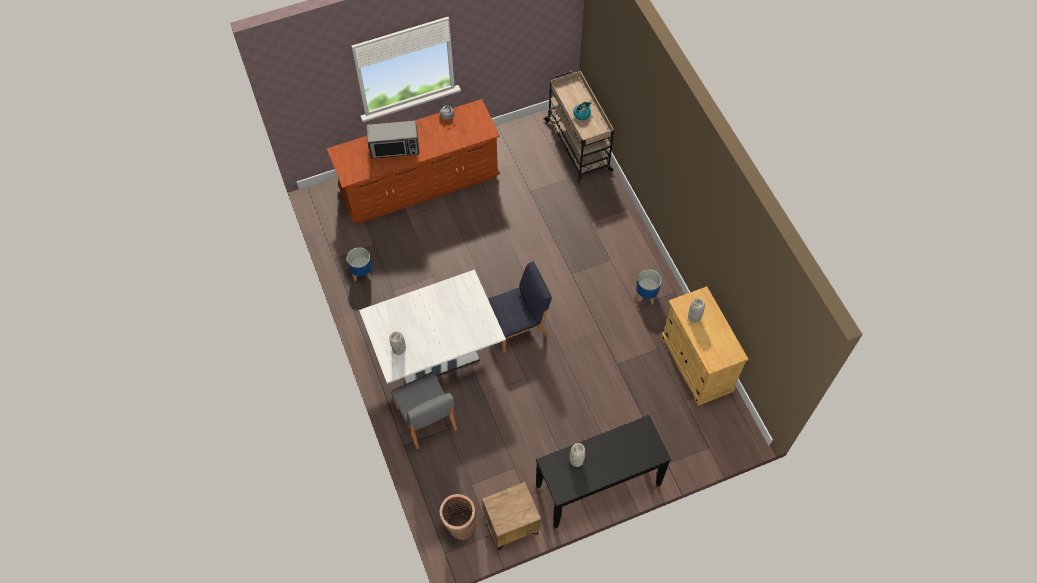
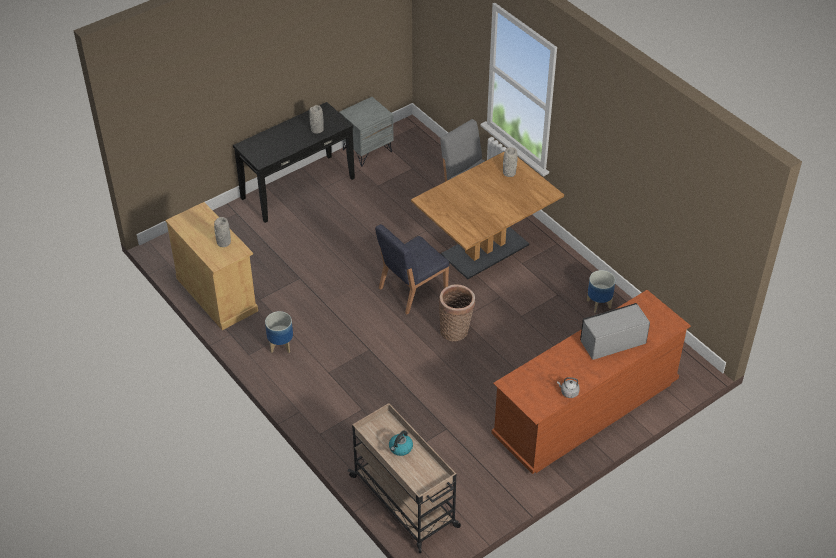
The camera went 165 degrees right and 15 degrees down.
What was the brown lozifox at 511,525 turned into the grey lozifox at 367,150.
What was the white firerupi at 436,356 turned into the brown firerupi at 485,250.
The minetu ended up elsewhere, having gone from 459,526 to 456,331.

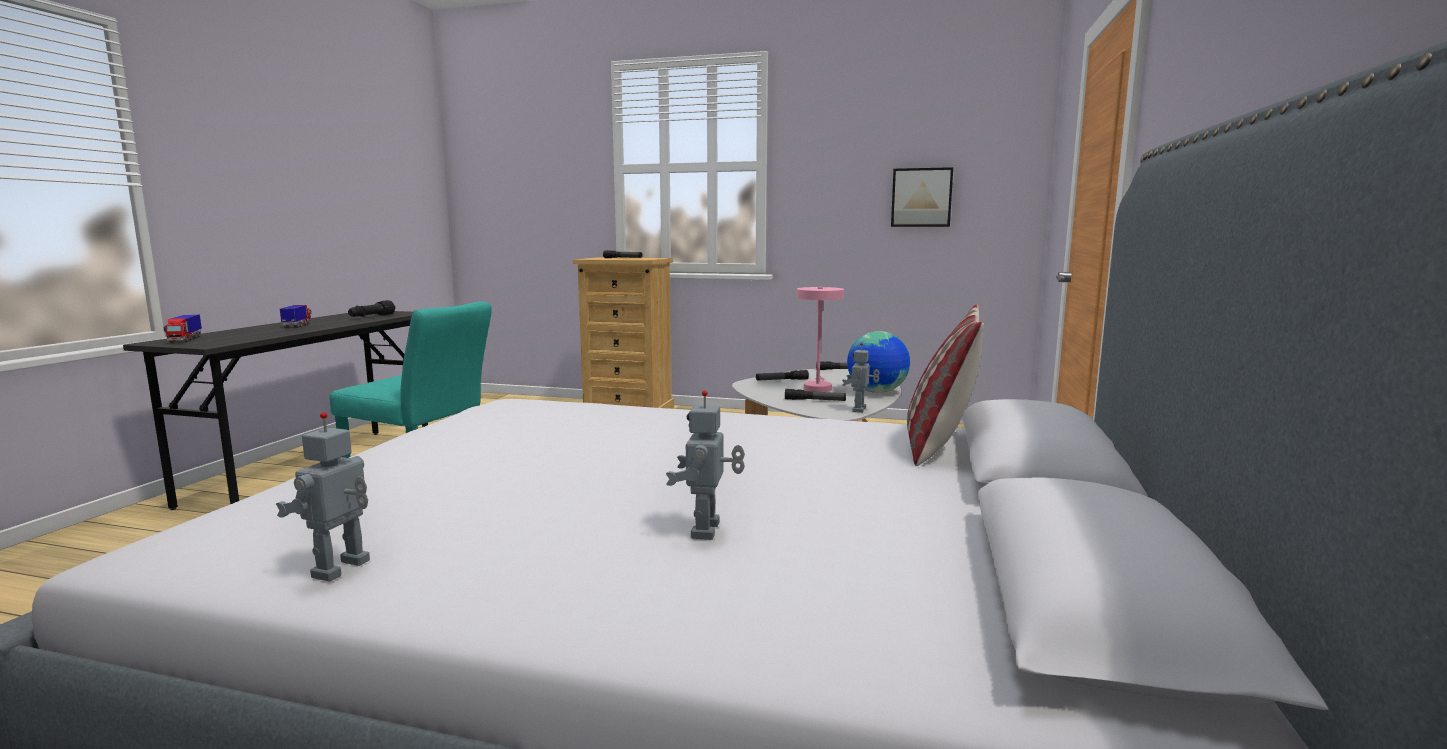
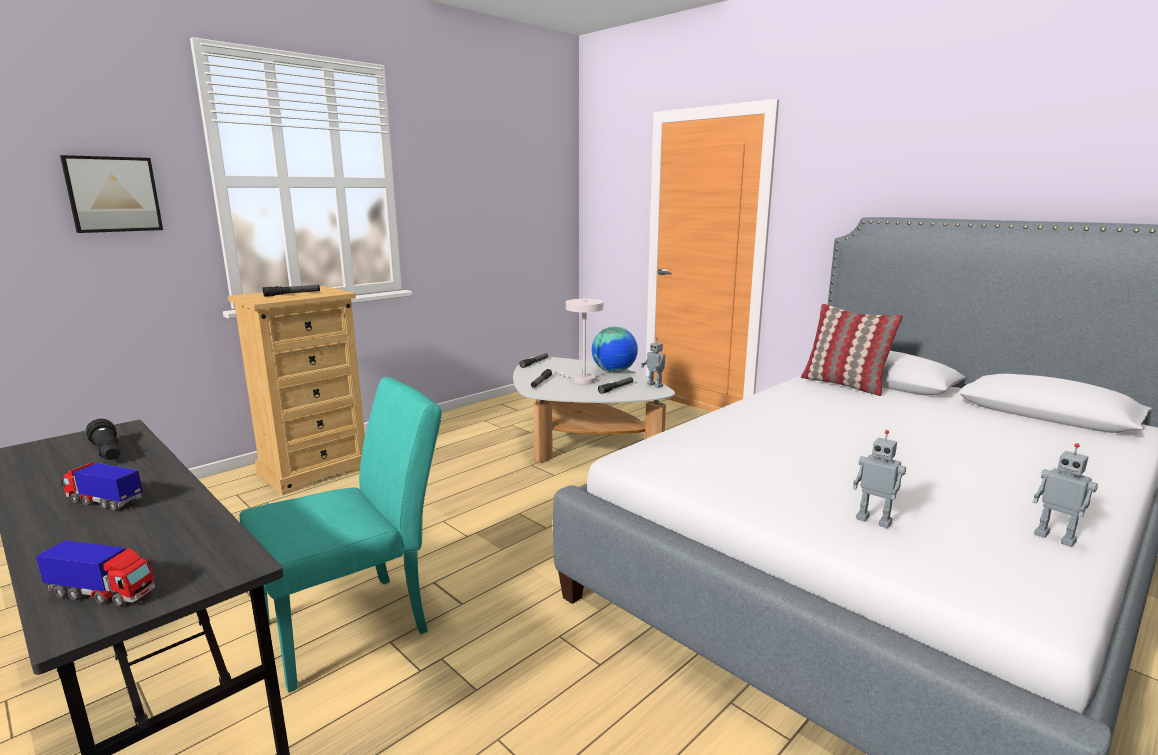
The camera went 60 degrees left and 5 degrees up.
The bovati ended up elsewhere, having gone from 921,197 to 113,194.
What was the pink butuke at 817,388 turned into the white butuke at 580,380.
The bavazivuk ended up elsewhere, having gone from 708,530 to 874,520.

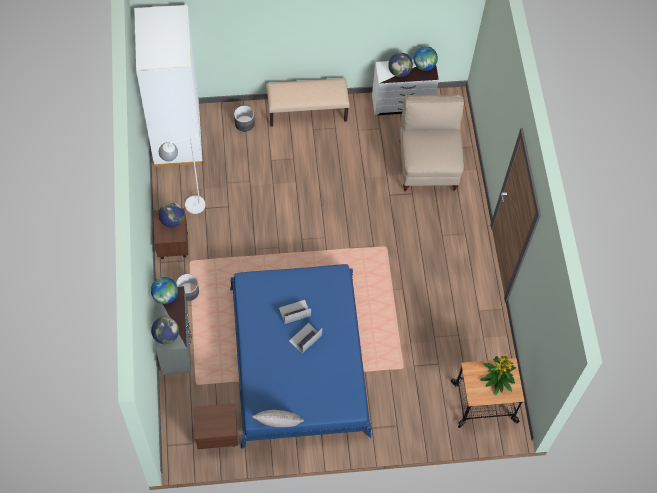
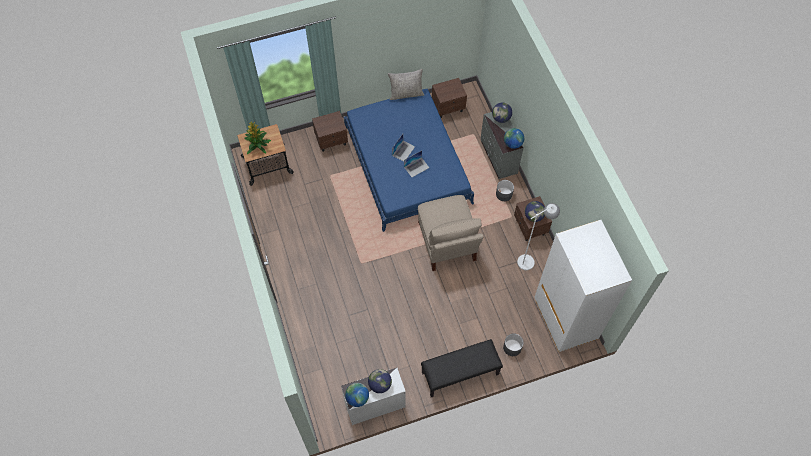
The camera went 170 degrees right and 0 degrees up.
The second view gained the brown lozifox at 332,140.
The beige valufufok ended up elsewhere, having gone from 427,165 to 447,244.
What was the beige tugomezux at 307,111 turned into the black tugomezux at 460,374.

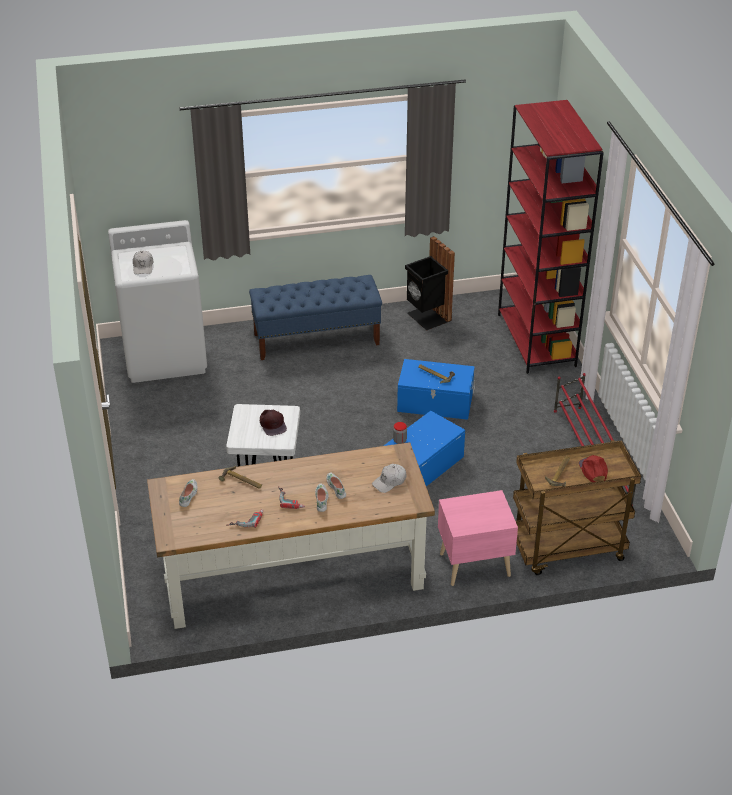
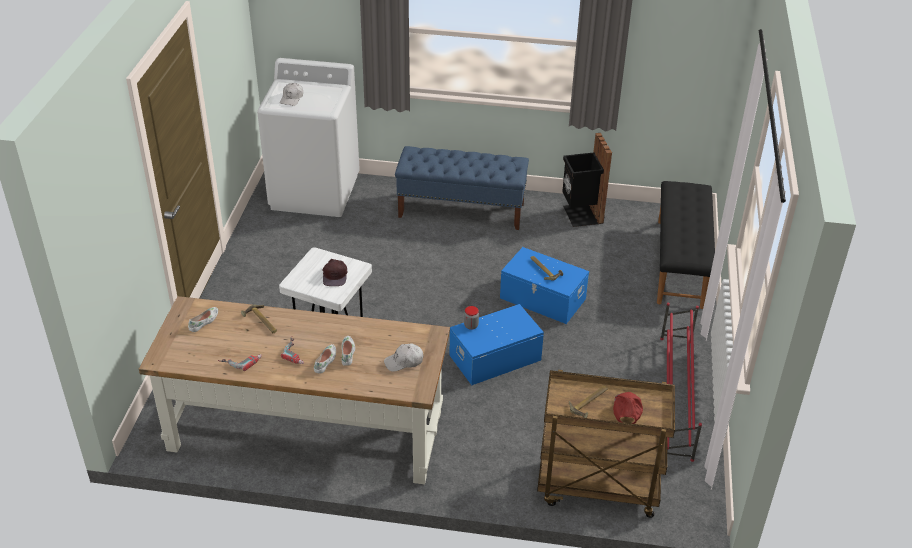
The camera went 20 degrees right and 0 degrees up.
Where the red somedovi stood at 537,340, the black tugomezux came to stand at 681,263.
The second view lost the pink lozifox at 473,564.

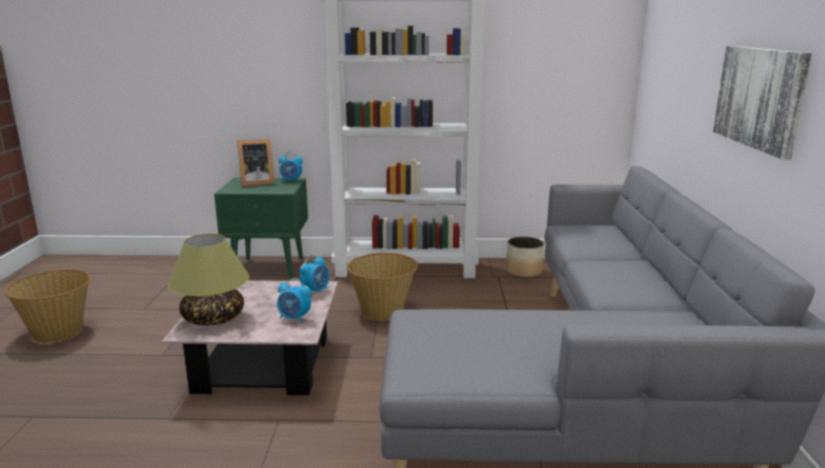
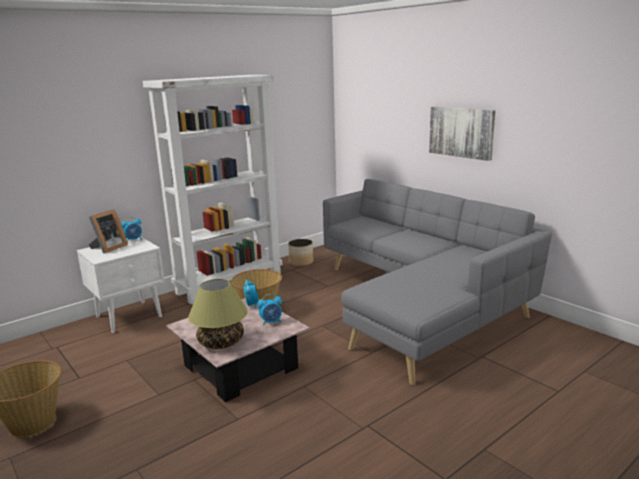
The camera went 40 degrees left and 0 degrees up.
What was the green lozifox at 269,268 turned into the white lozifox at 130,316.

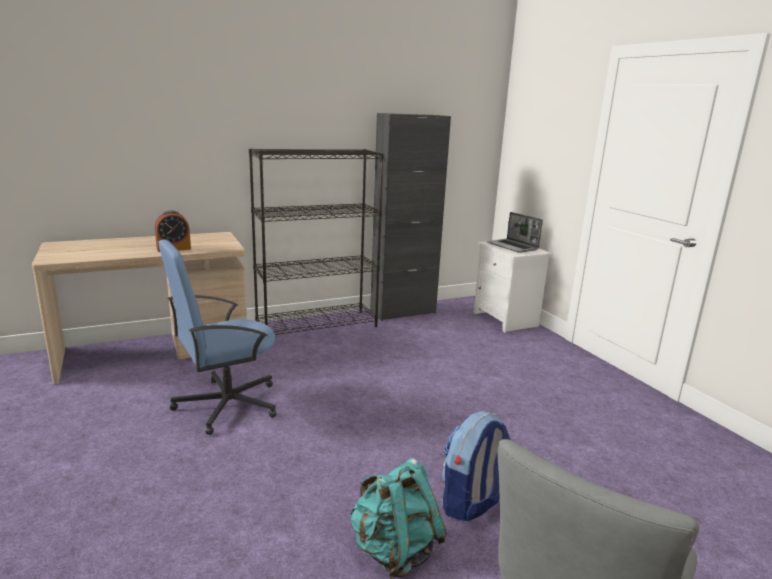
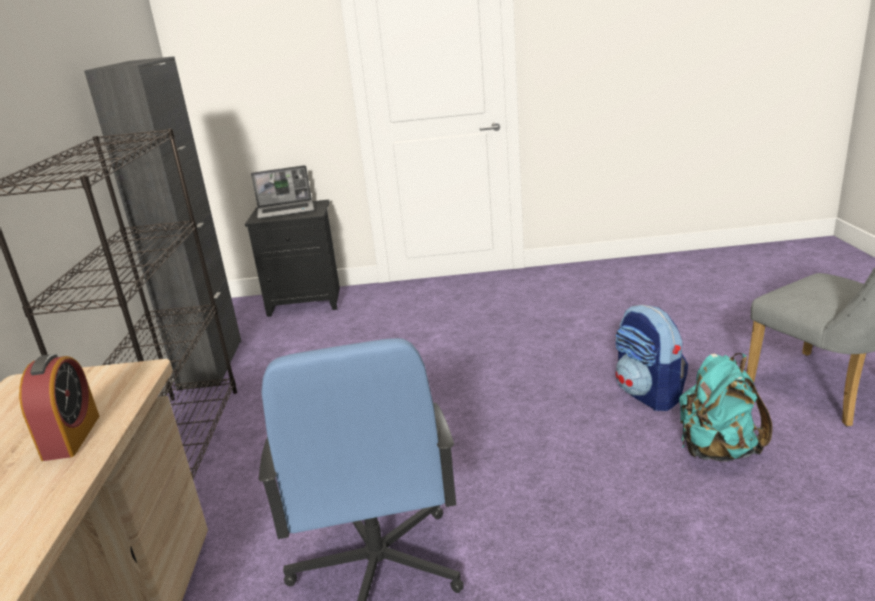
The camera went 65 degrees left and 5 degrees up.
What was the white lozifox at 507,320 turned into the black lozifox at 307,301.

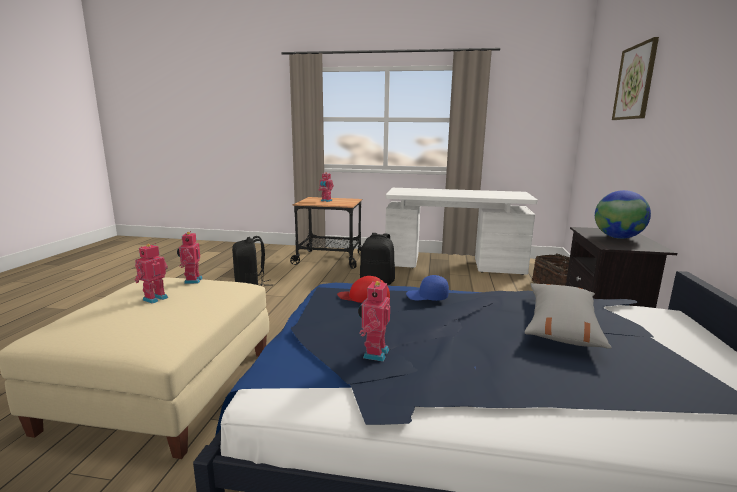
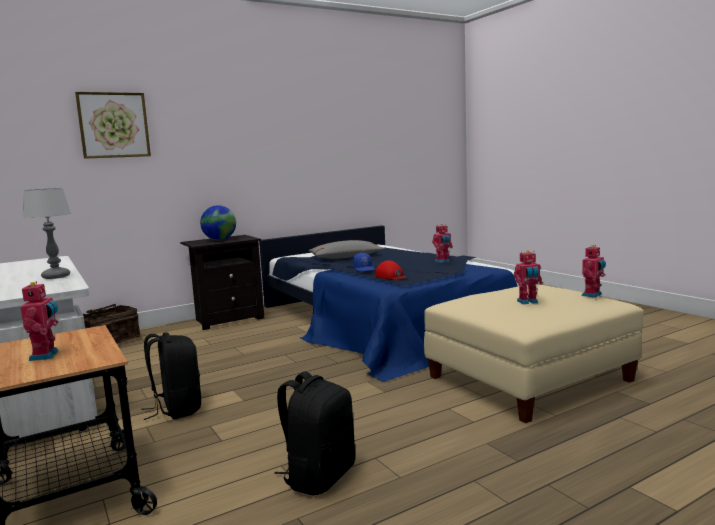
The camera went 130 degrees left and 5 degrees down.
The second view gained the butuke at 55,276.
The bavazivuk ended up elsewhere, having gone from 192,281 to 593,295.

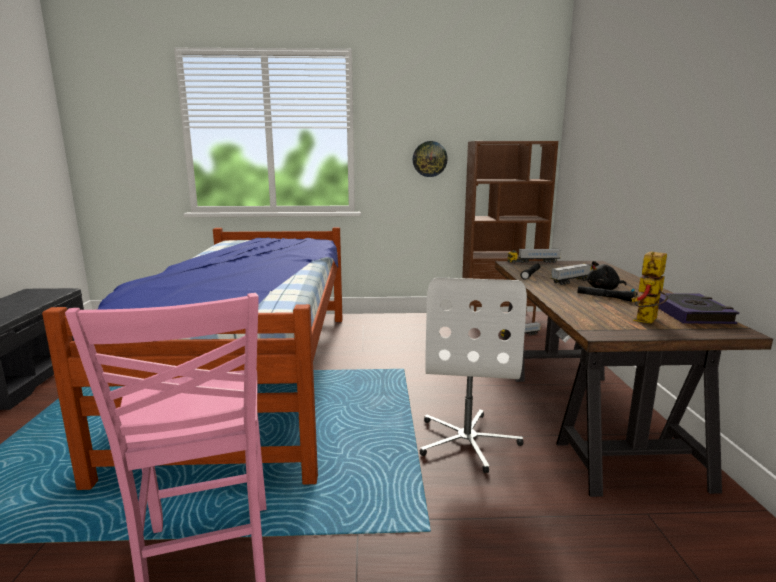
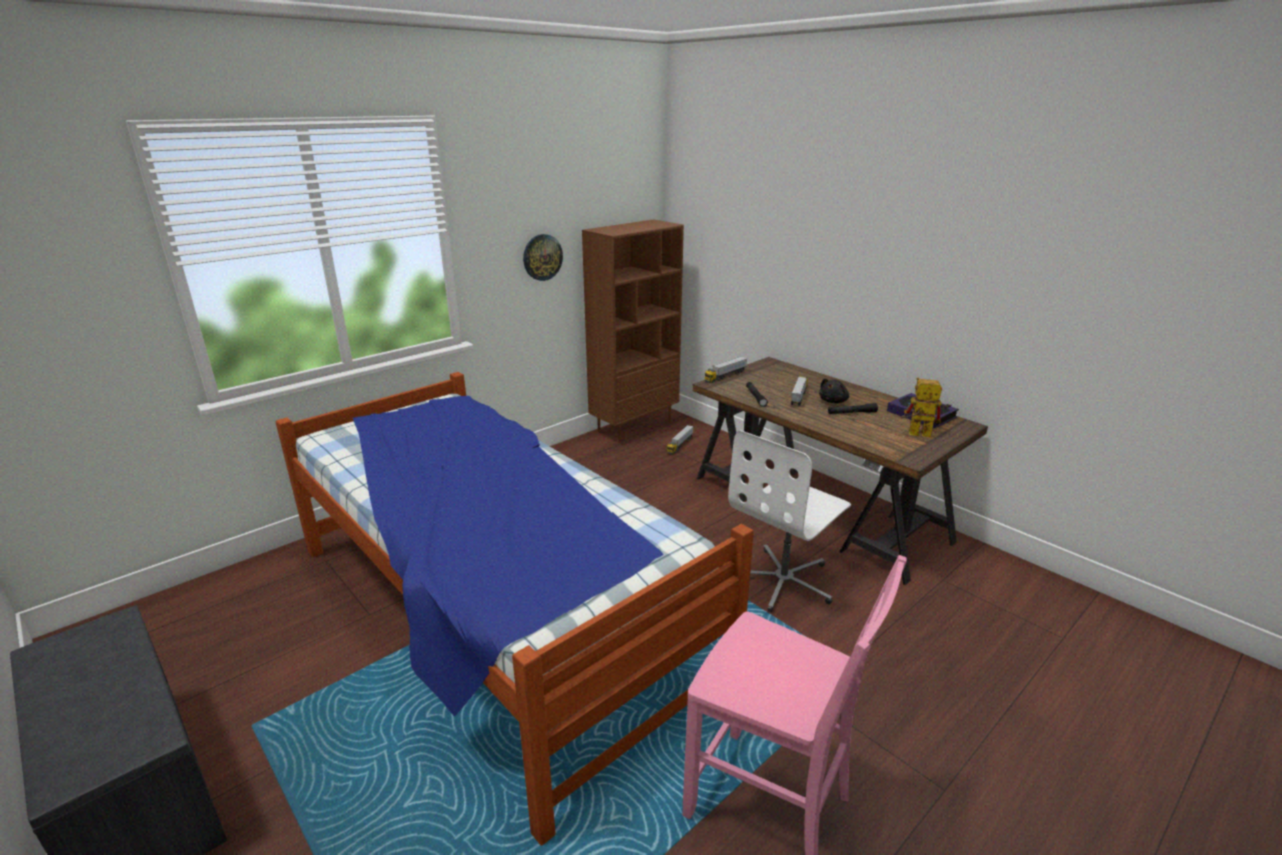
The camera went 40 degrees left and 10 degrees up.
The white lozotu at 467,440 ended up facing another way, 75 degrees clockwise from before.
The bavazivuk at 647,321 ended up facing another way, 105 degrees clockwise from before.

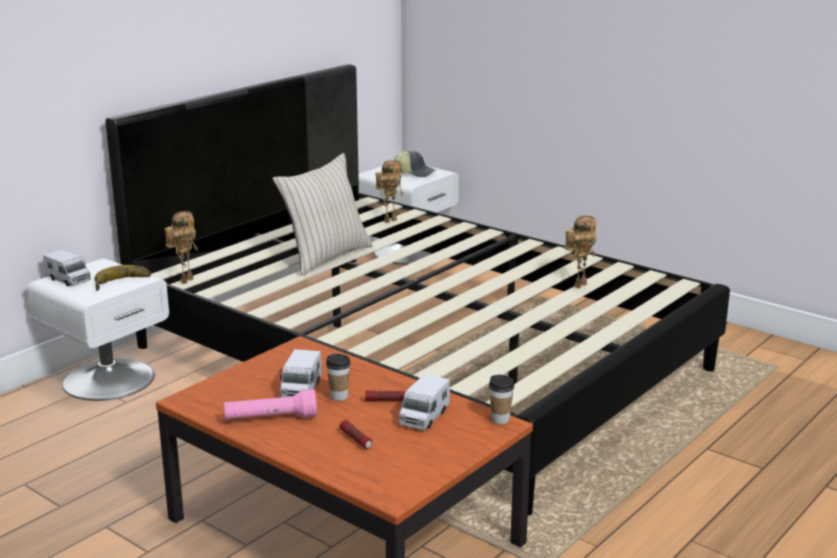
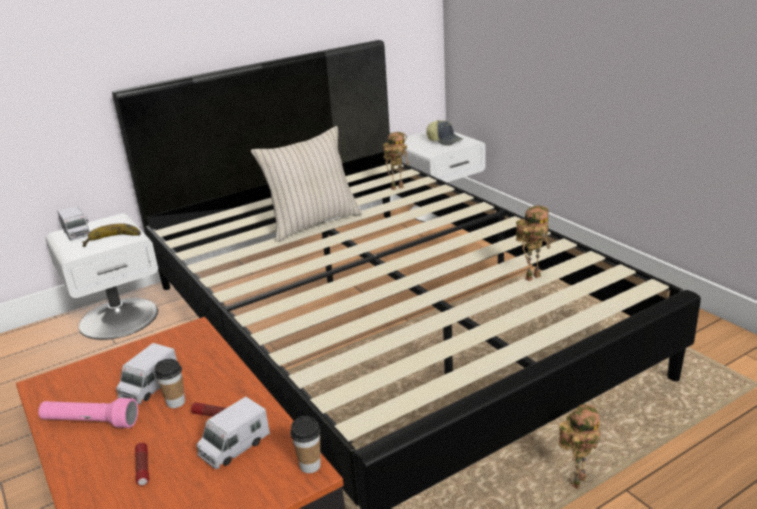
The camera went 20 degrees right and 5 degrees up.
The bavazivuk ended up elsewhere, having gone from 186,280 to 577,481.

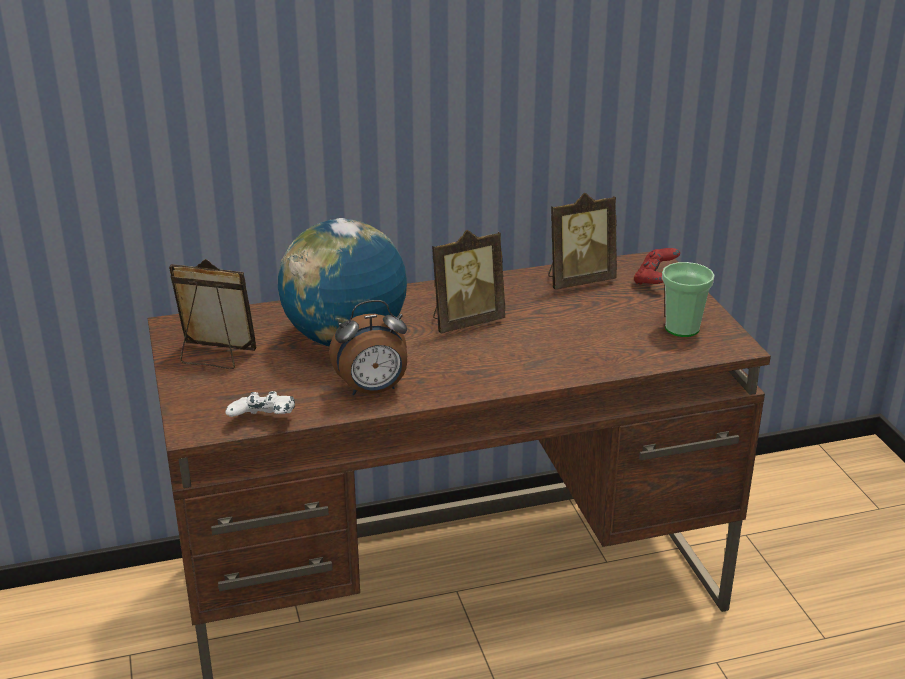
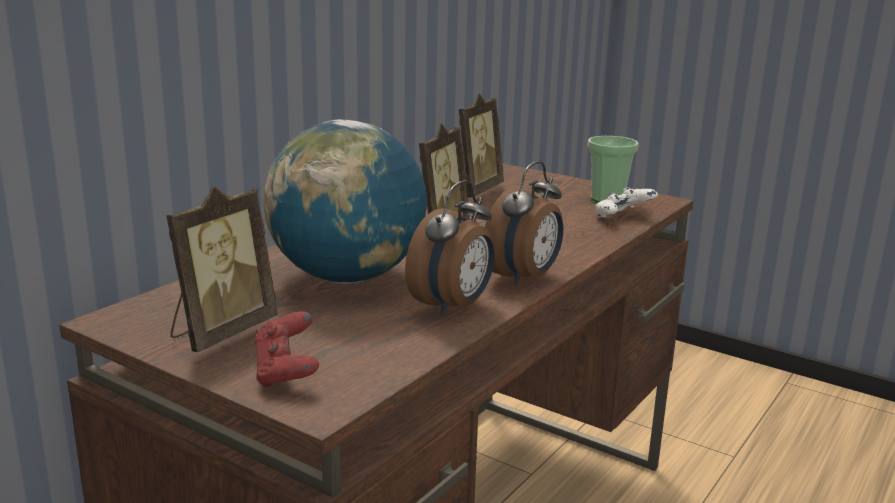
The camera went 40 degrees left and 10 degrees down.
The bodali at 214,356 ended up facing another way, 150 degrees clockwise from before.
The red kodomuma ended up elsewhere, having gone from 655,280 to 287,372.
The second view gained the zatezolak at 524,278.
The white kodomuma ended up elsewhere, having gone from 264,422 to 622,219.

